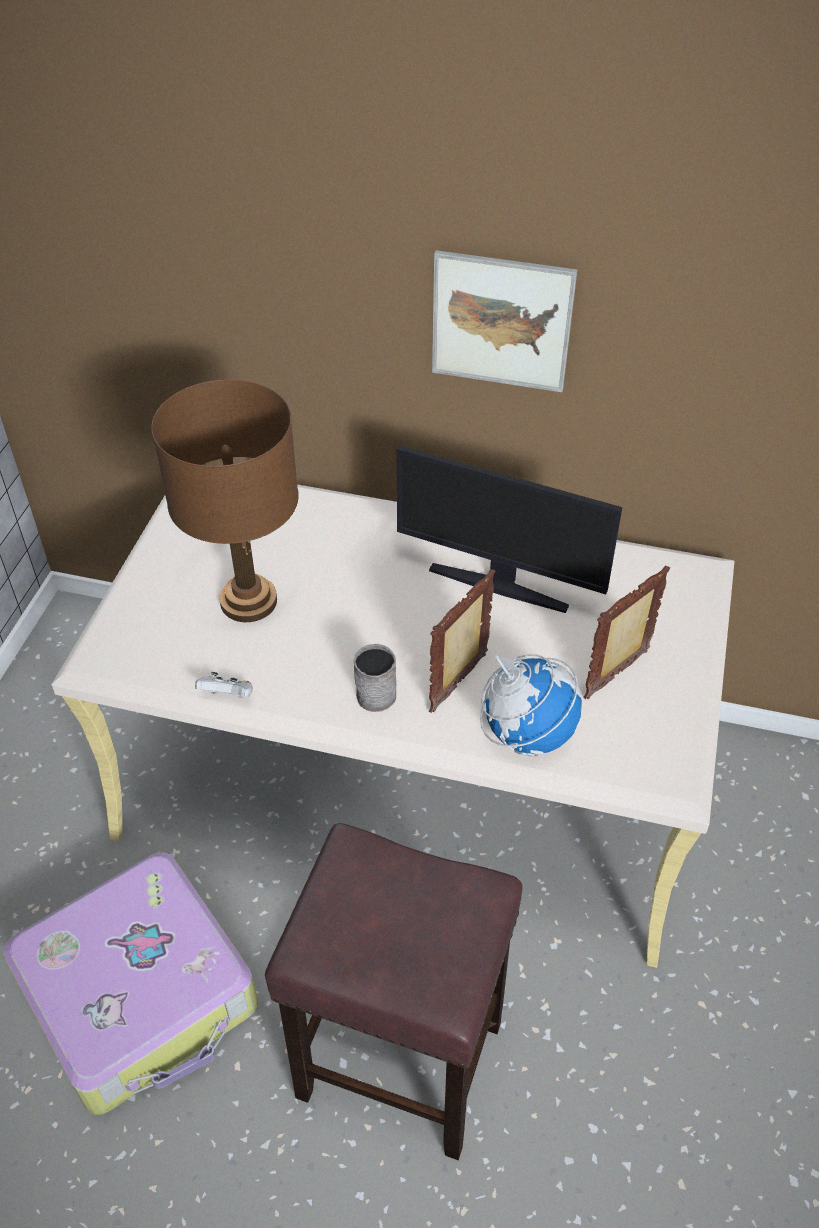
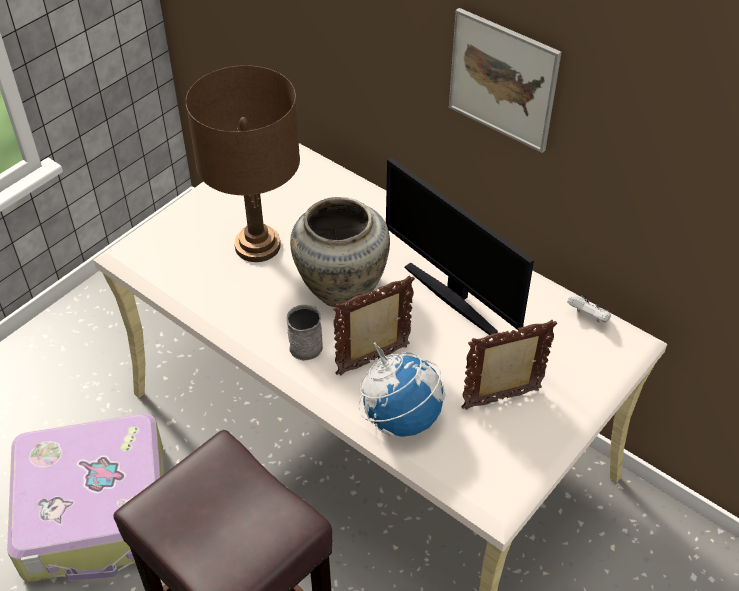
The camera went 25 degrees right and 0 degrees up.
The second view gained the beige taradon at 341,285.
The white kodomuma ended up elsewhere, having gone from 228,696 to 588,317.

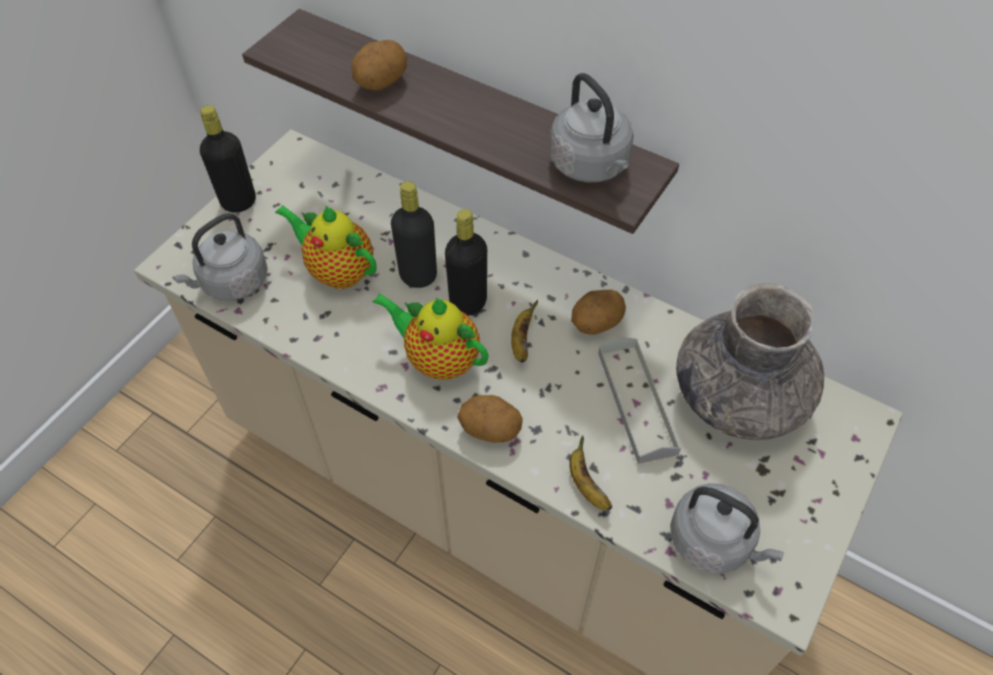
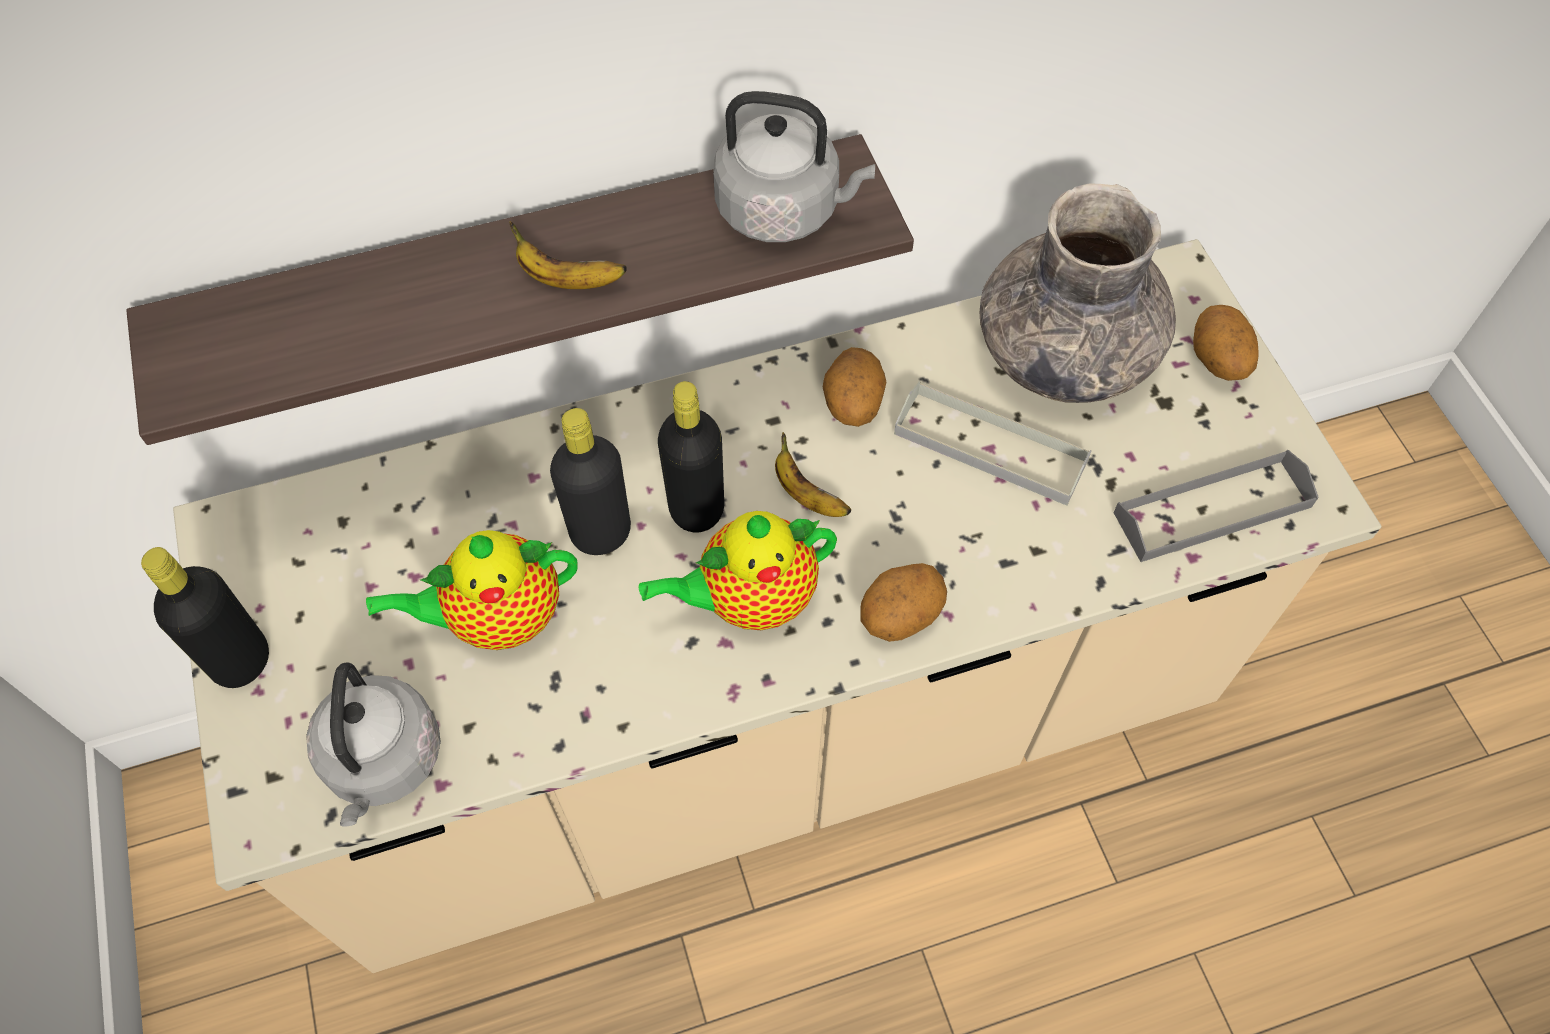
The camera went 50 degrees left and 5 degrees up.
The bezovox ended up elsewhere, having gone from 586,485 to 567,280.
Where the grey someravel stood at 714,542, the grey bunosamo came to stand at 1212,510.
The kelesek ended up elsewhere, having gone from 381,83 to 1216,361.

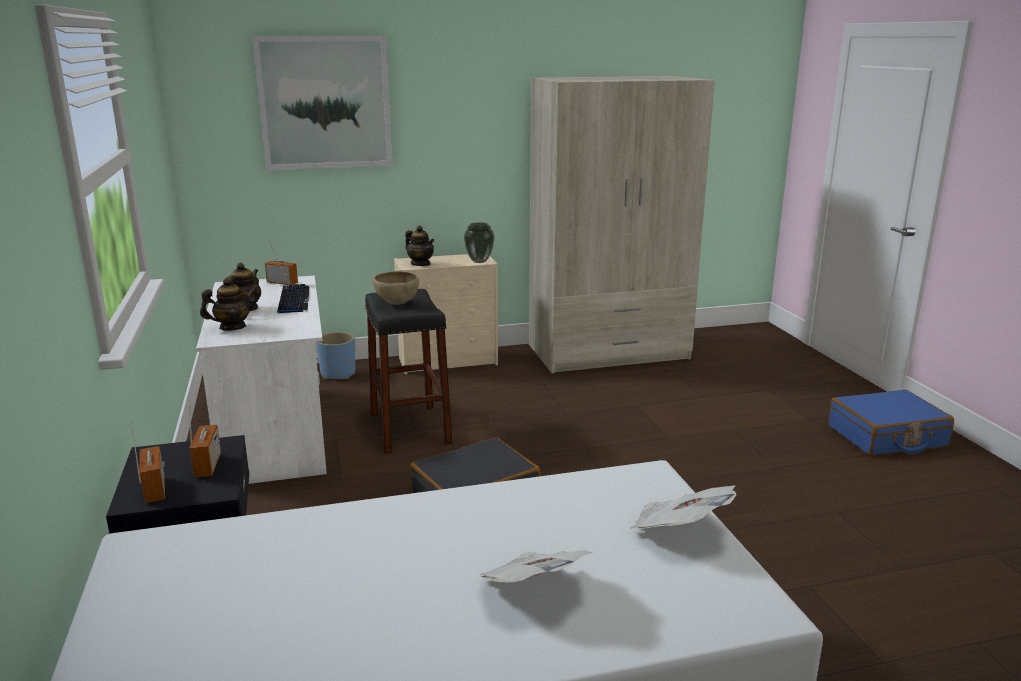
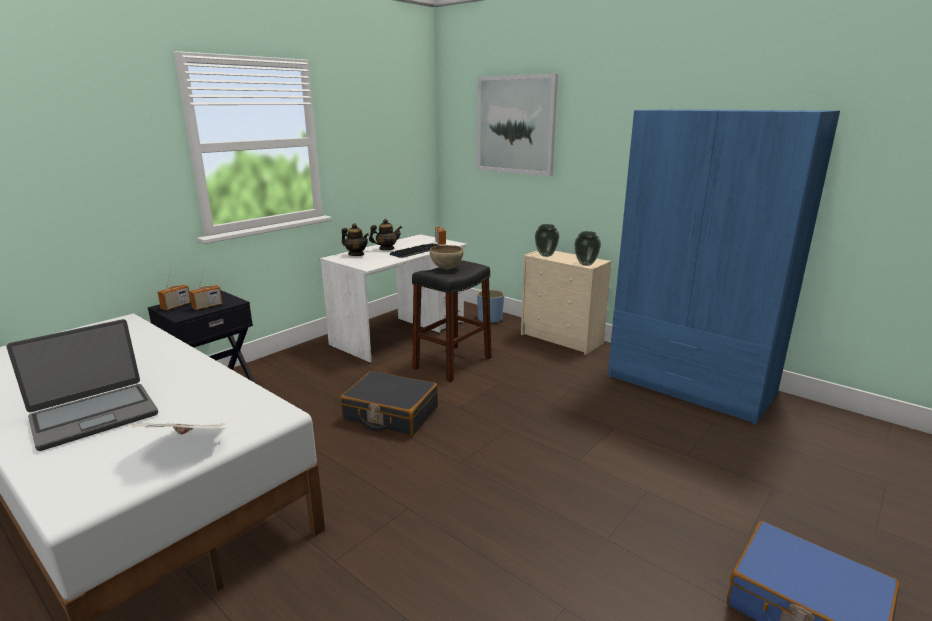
The camera went 55 degrees right and 0 degrees up.
Where the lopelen stood at 534,589, the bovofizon came to stand at 94,416.
Where the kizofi stood at 420,264, the taradon came to stand at 546,255.
What was the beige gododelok at 609,352 turned into the blue gododelok at 690,384.

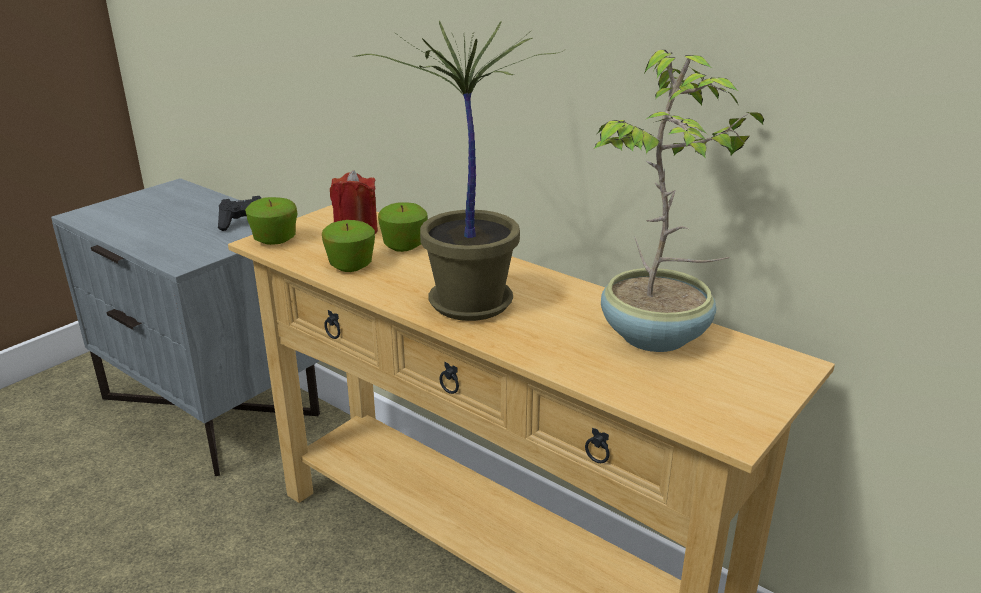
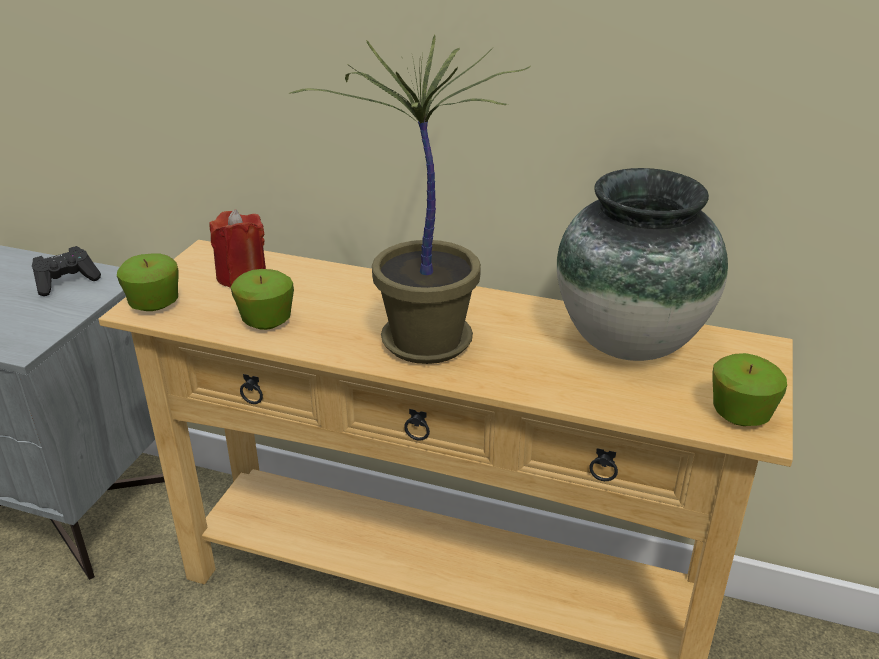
The camera went 20 degrees left and 5 degrees up.
Where the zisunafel stood at 657,337, the taradon came to stand at 628,343.
The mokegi ended up elsewhere, having gone from 404,246 to 740,414.

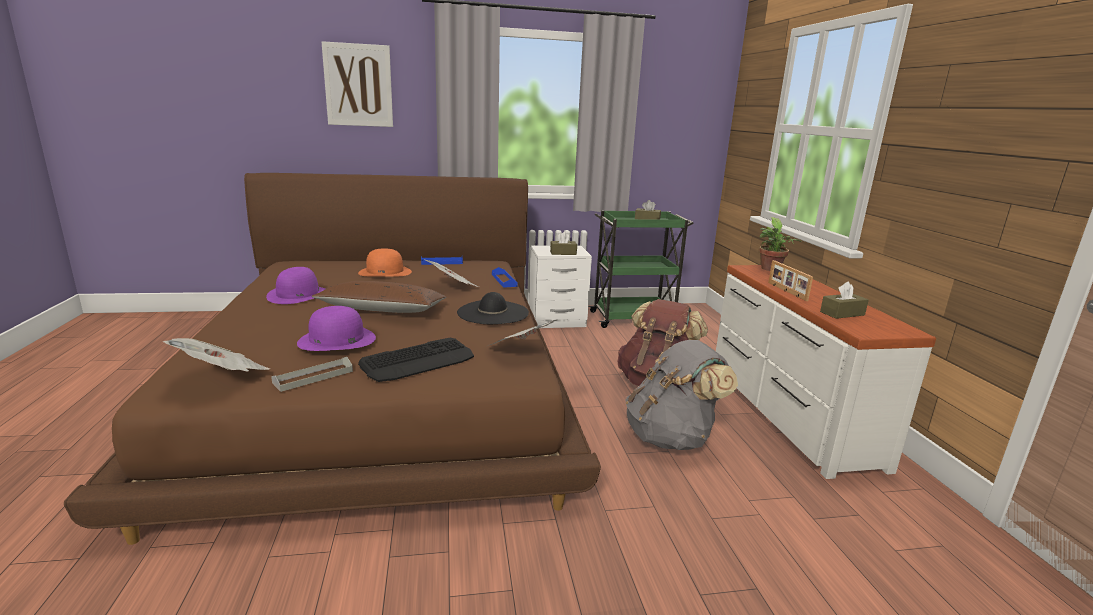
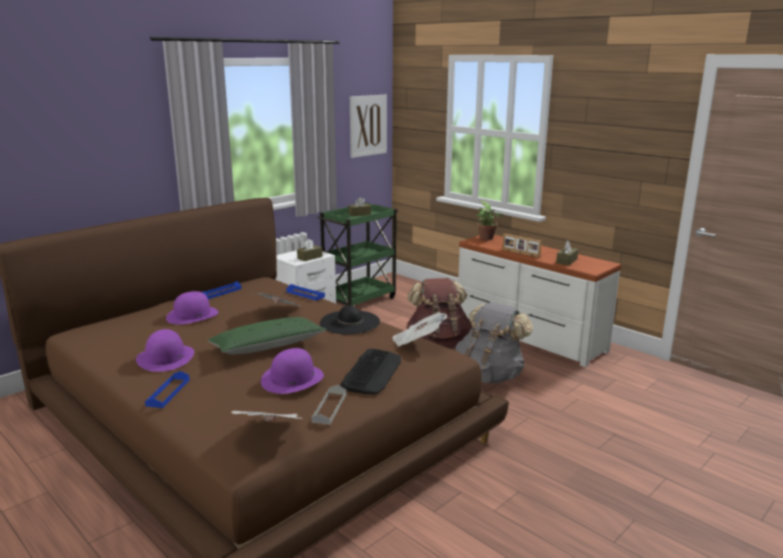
The camera went 35 degrees left and 0 degrees up.
The second view gained the blue bunosamo at 168,392.
What was the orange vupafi at 385,272 turned into the purple vupafi at 192,315.
What was the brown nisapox at 382,310 turned into the green nisapox at 268,346.
The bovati ended up elsewhere, having gone from 358,85 to 368,125.

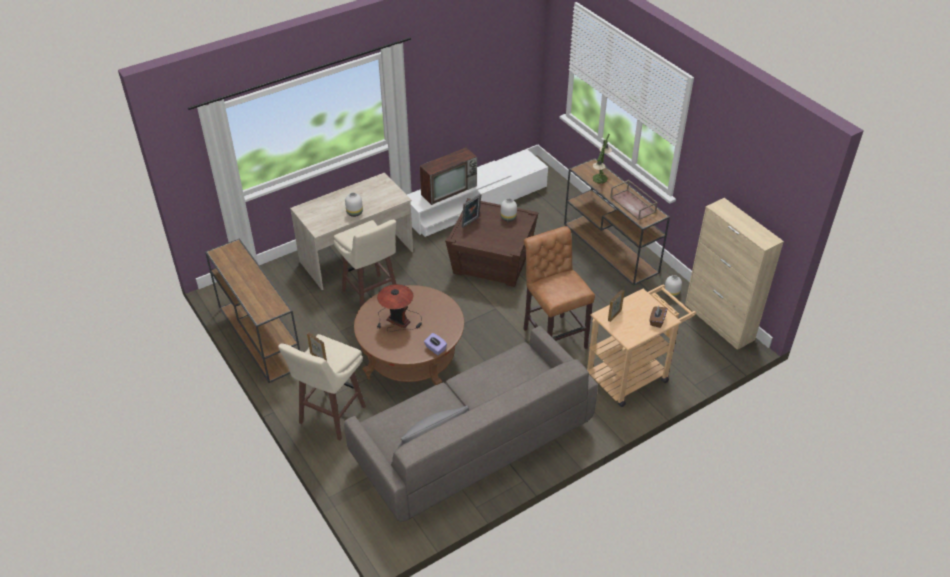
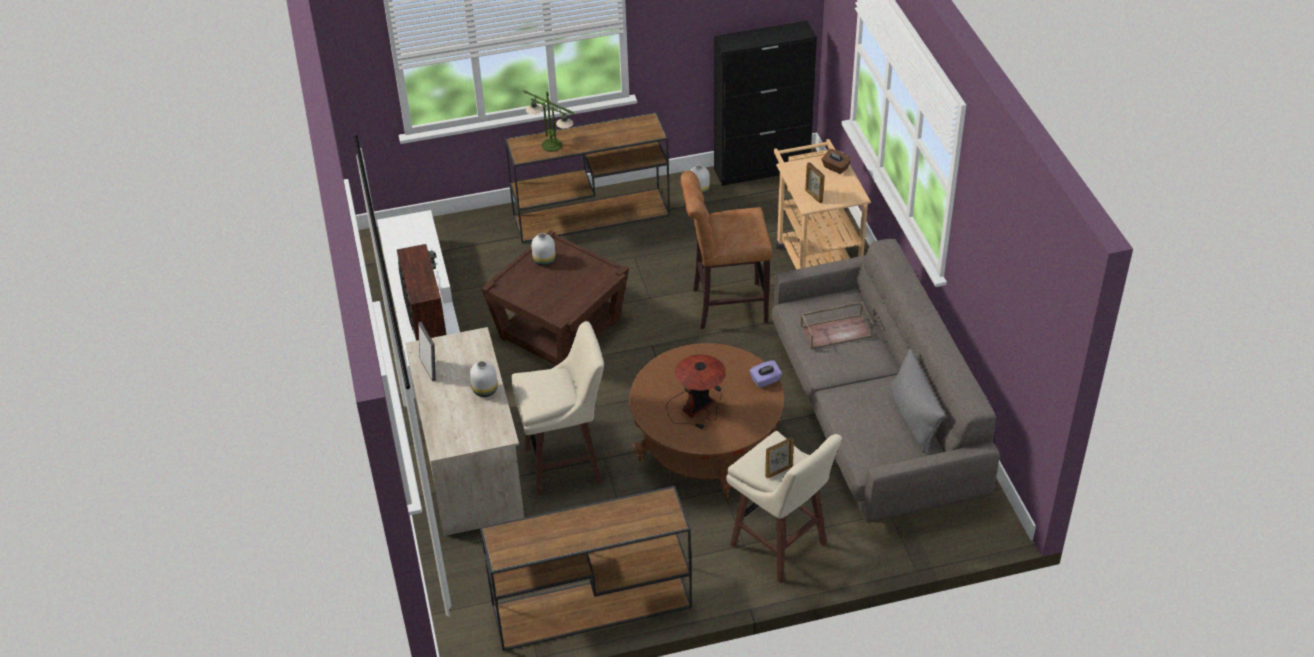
The camera went 70 degrees left and 0 degrees up.
The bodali ended up elsewhere, having gone from 471,222 to 429,369.
What was the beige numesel at 719,322 turned into the black numesel at 762,169.
The brown bunosamo ended up elsewhere, having gone from 633,204 to 836,331.

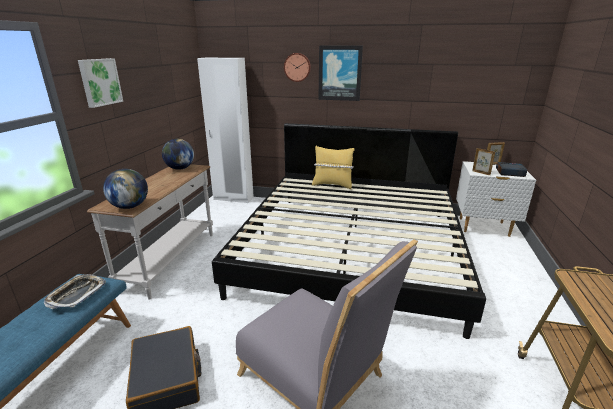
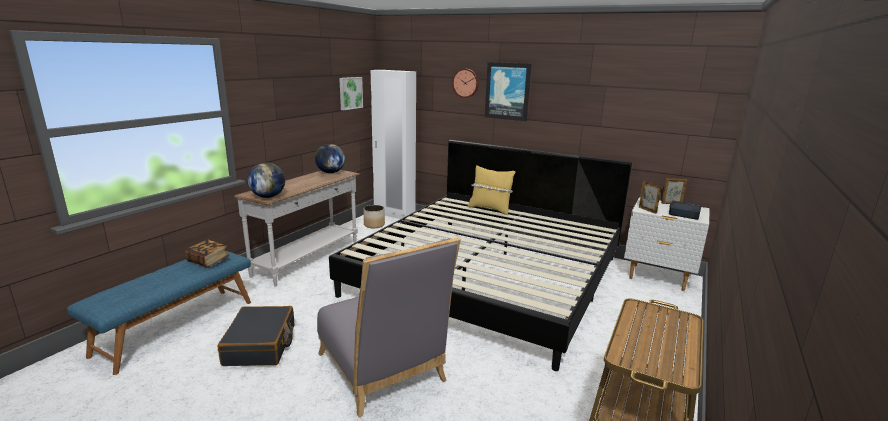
The camera went 15 degrees right and 5 degrees down.
Where the bunosamo stood at 76,294, the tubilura came to stand at 208,261.
The bovati ended up elsewhere, having gone from 99,82 to 350,93.
The second view gained the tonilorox at 374,225.

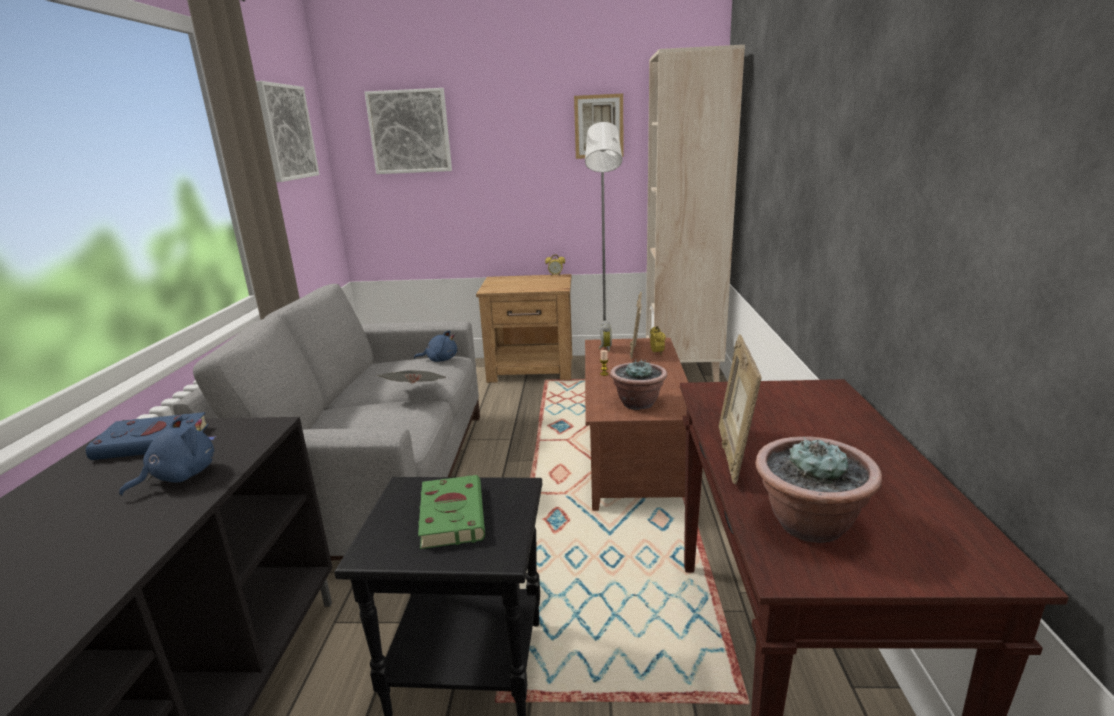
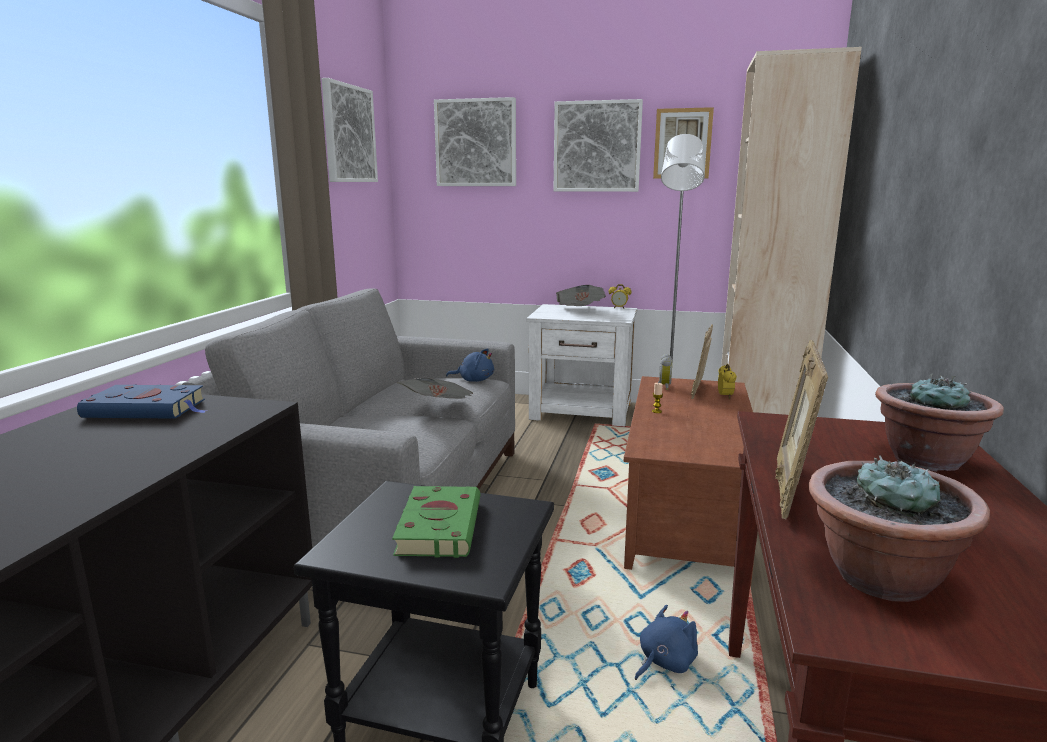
The camera went 10 degrees right and 5 degrees down.
What was the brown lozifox at 532,369 turned into the white lozifox at 582,411.
The second view gained the bovati at 597,147.
The second view gained the lopelen at 580,310.
The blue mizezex ended up elsewhere, having gone from 179,476 to 664,662.
The zisunafel ended up elsewhere, having gone from 638,403 to 925,460.

